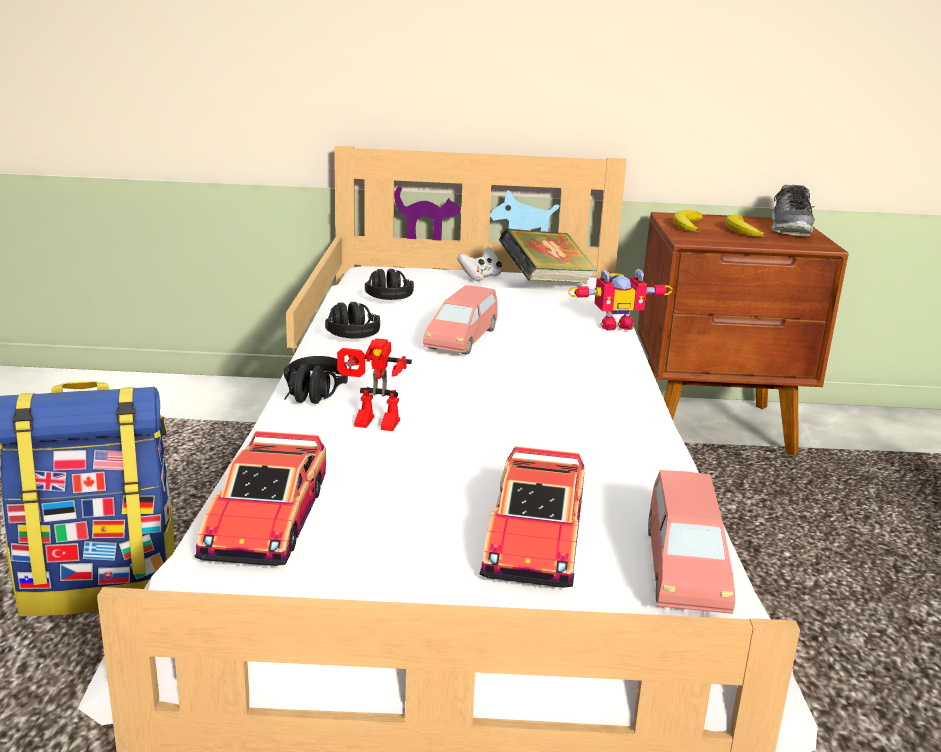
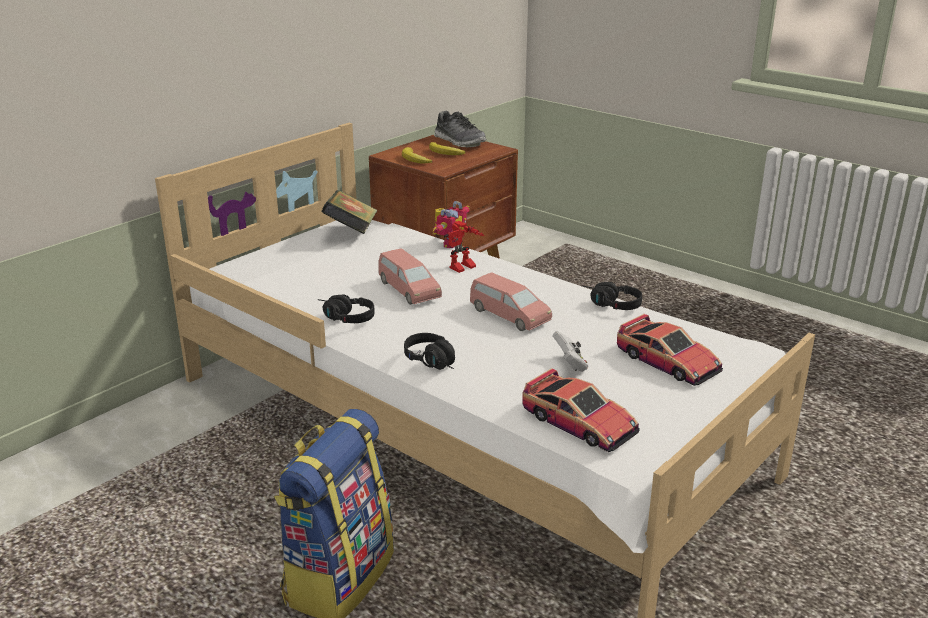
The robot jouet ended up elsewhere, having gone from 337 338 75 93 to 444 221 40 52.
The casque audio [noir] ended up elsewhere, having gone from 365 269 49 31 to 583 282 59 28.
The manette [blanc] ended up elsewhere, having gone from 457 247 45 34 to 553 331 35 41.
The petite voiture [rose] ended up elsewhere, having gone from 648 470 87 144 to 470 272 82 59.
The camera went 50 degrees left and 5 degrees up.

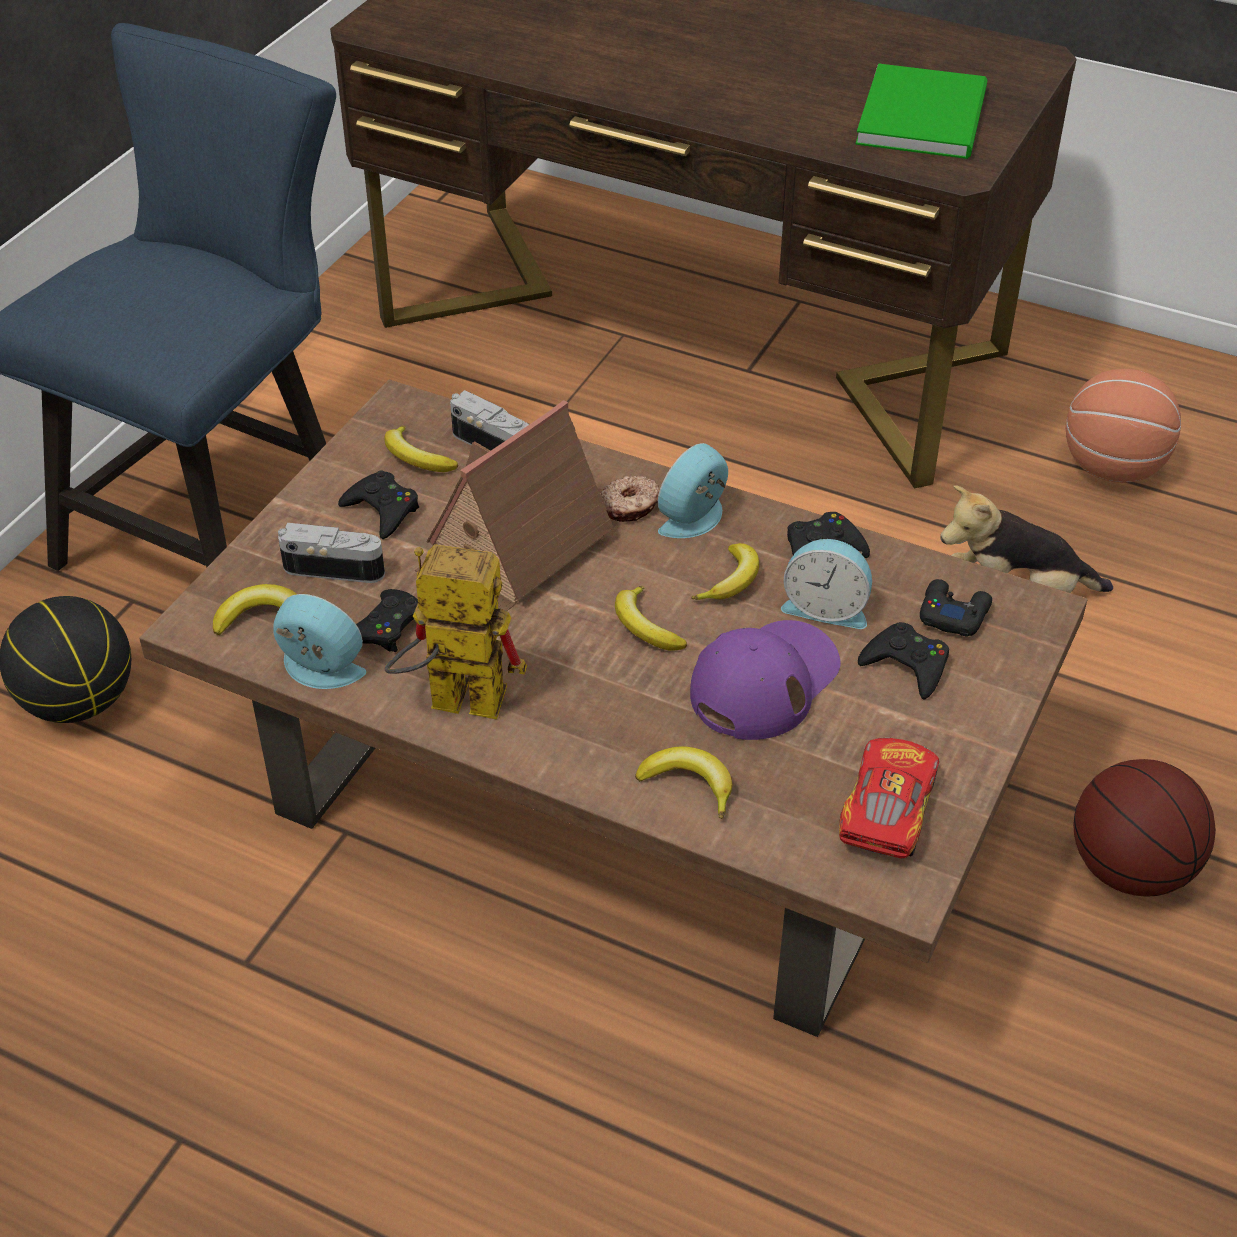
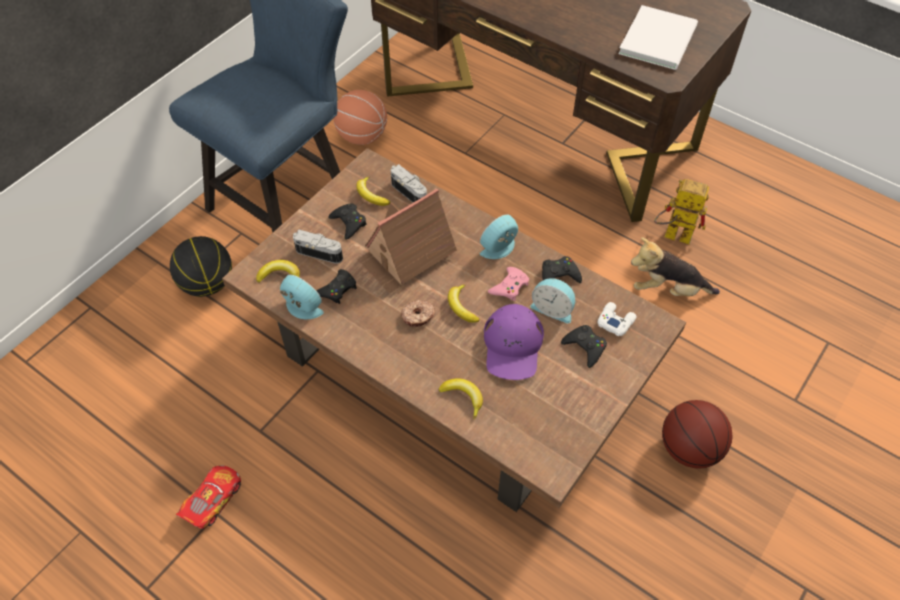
The robot jouet ended up elsewhere, having gone from 385 544 142 176 to 654 179 55 66.
The beignet ended up elsewhere, having gone from 601 476 59 46 to 401 300 34 27.
The casquette [violet] at 690 620 151 120 ended up facing another way, 135 degrees clockwise from before.
Where the banane stood at 692 543 67 57, the manette [rose] came to stand at 488 267 41 34.
The petite voiture ended up elsewhere, having gone from 839 738 100 121 to 176 465 65 64.
What was the livre [vert] at 855 63 132 96 turned into the livre [blanc] at 618 5 80 65.
What was the manette [noir] at 920 579 72 58 turned into the manette [blanc] at 598 302 39 34.
The ballon de basket ended up elsewhere, having gone from 1066 369 115 114 to 333 90 54 55.
The camera went 10 degrees right and 10 degrees up.

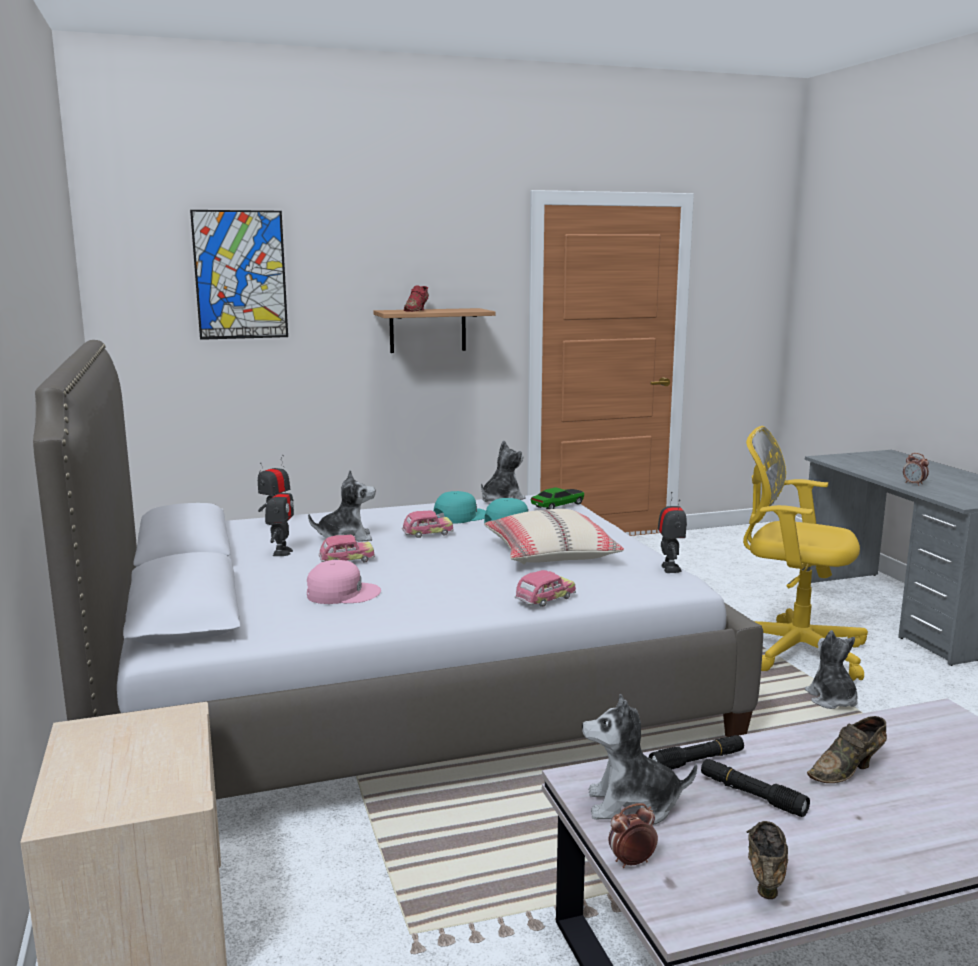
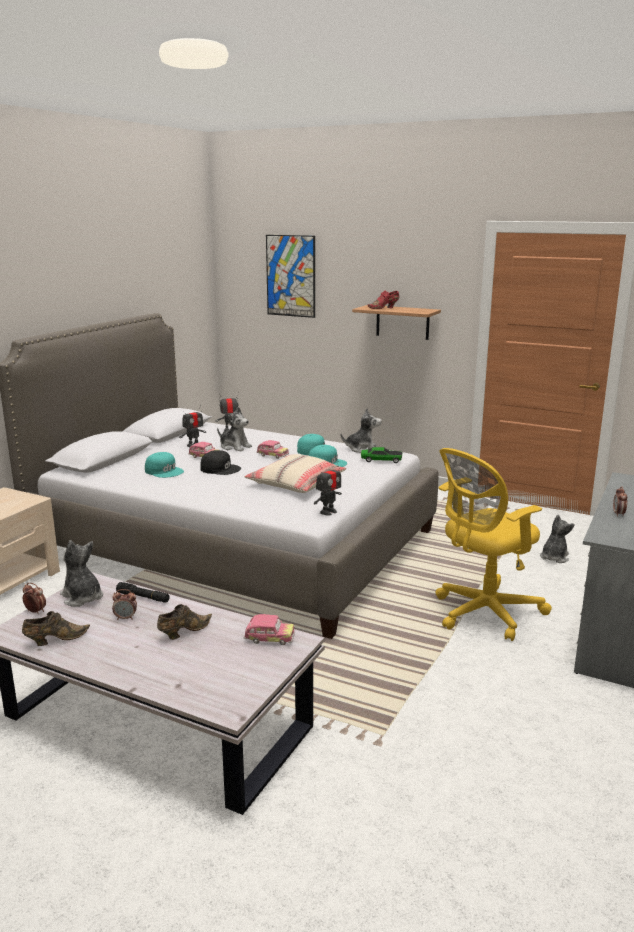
What was the casquette [rose] at 307 560 74 44 turned into the casquette [turquoise] at 145 452 39 26.
The petite voiture ended up elsewhere, having gone from 515 570 61 37 to 244 614 51 31.
Where the lampe de poche [noir] stood at 701 759 109 58, the réveil came to stand at 112 589 25 31.
The chaise de bureau [jaune] at 743 426 125 255 ended up facing another way, 105 degrees counterclockwise from before.
The peluche ended up elsewhere, having gone from 805 630 53 79 to 540 515 35 48.
The chaussure [marron] at 807 716 80 67 ended up facing another way, 120 degrees clockwise from before.
The second view gained the casquette [noir] at 200 450 41 25.
The camera went 45 degrees right and 5 degrees up.

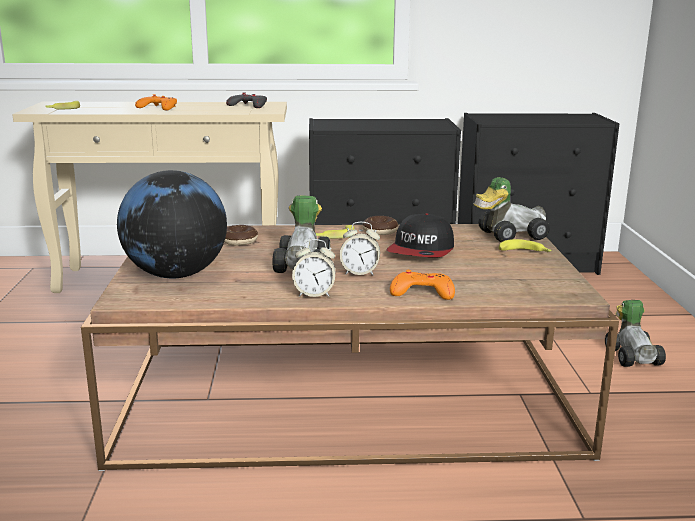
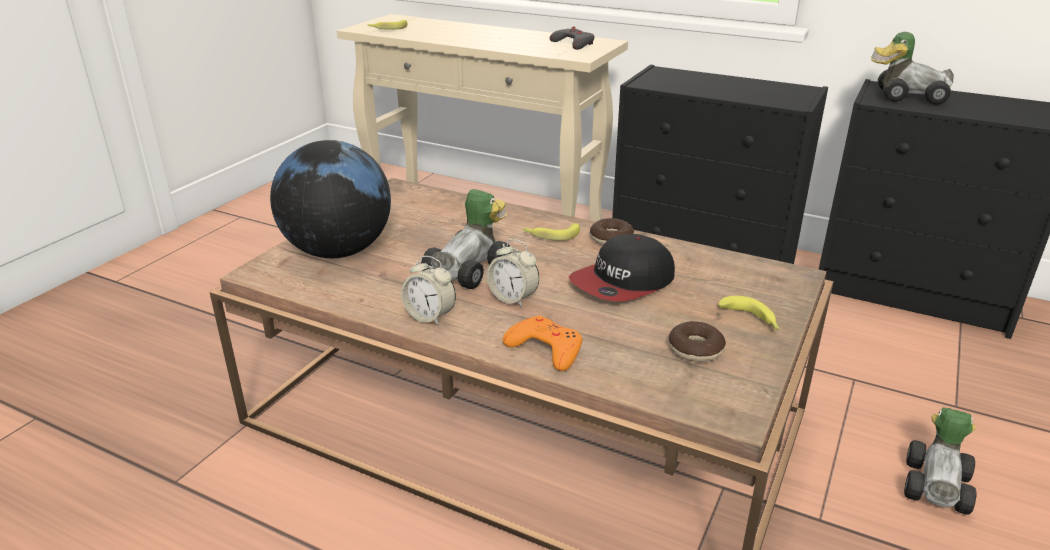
The second view lost the manette [orange] at 135 94 42 17.
The beignet ended up elsewhere, having gone from 224 225 34 21 to 668 321 58 41.
The petite voiture ended up elsewhere, having gone from 473 177 77 65 to 870 32 84 73.
The camera went 30 degrees right and 10 degrees up.

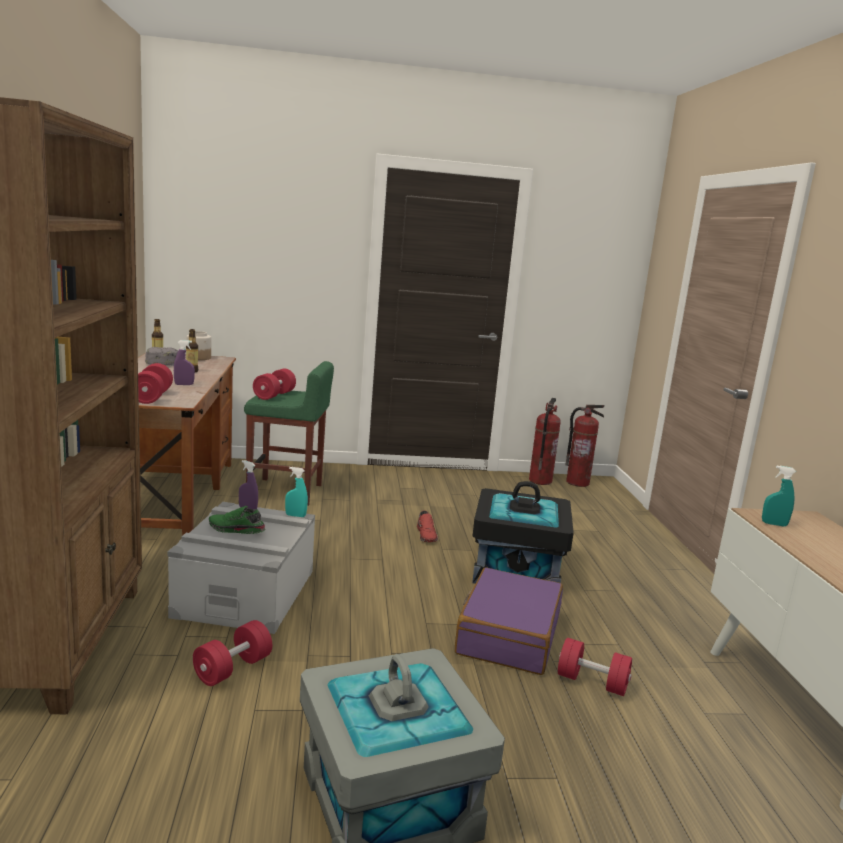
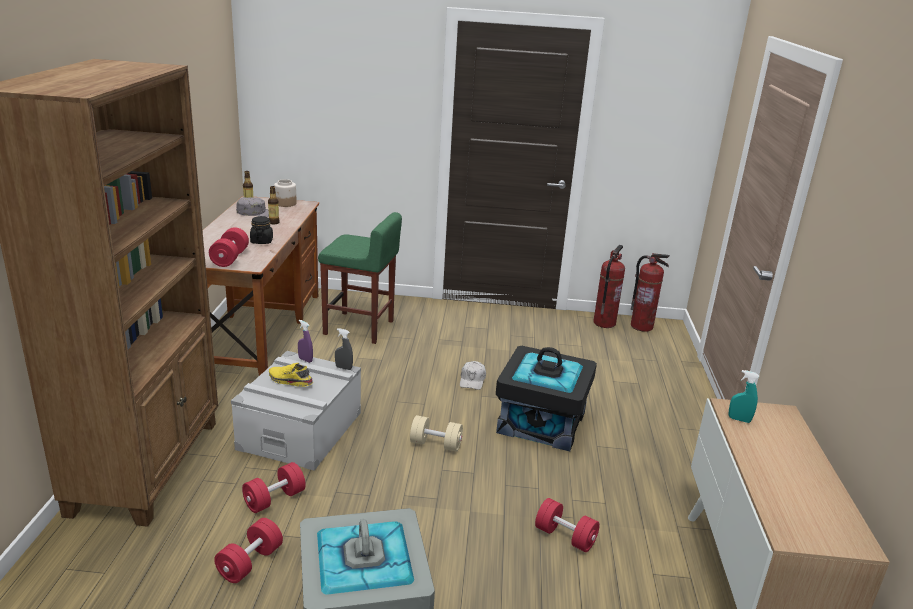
Where the vaporisateur [violet] stood at 174 340 21 45, the bocal [noir] came to stand at 250 216 23 28.
What was the chaussure [vert] at 209 506 57 28 turned into the chaussure [jaune] at 269 363 44 24.
The haltère [rouge] ended up elsewhere, having gone from 253 369 43 31 to 214 518 69 65.
What was the vaporisateur [turquoise] at 285 467 23 50 turned into the vaporisateur [gris] at 335 328 18 42.
Where the chaussure [rouge] stood at 417 510 21 32, the casquette [blanc] came to stand at 460 361 26 29.
The second view lost the valise [violet] at 455 567 108 108.
The second view gained the haltère [beige] at 410 415 53 37.
The camera went 10 degrees right and 10 degrees up.

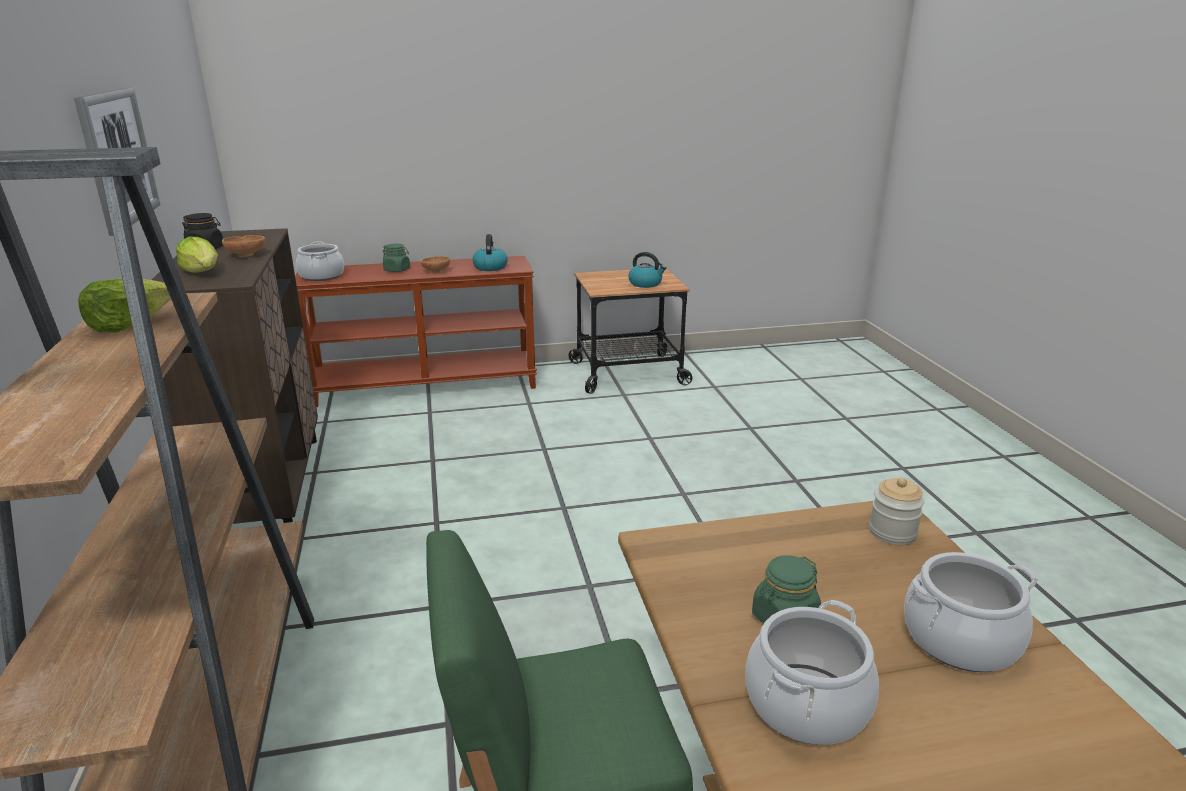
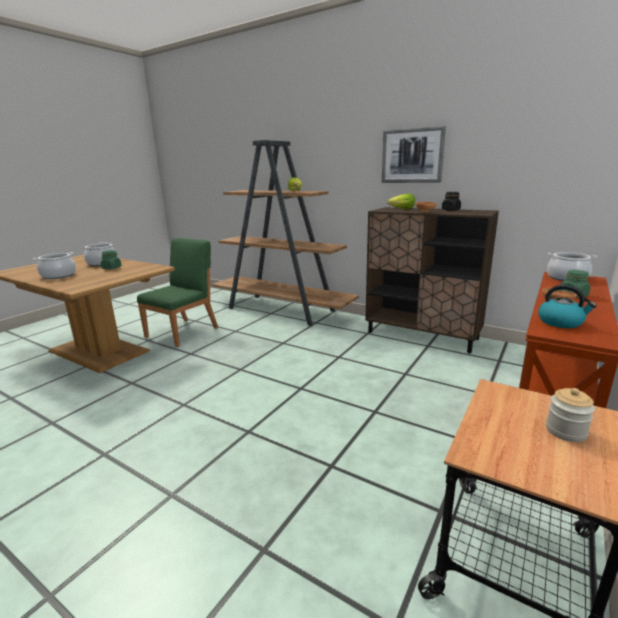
The second view lost the bouilloire at 628 252 38 36.
The bocal ended up elsewhere, having gone from 869 478 56 67 to 546 388 49 54.
The camera went 135 degrees right and 5 degrees down.

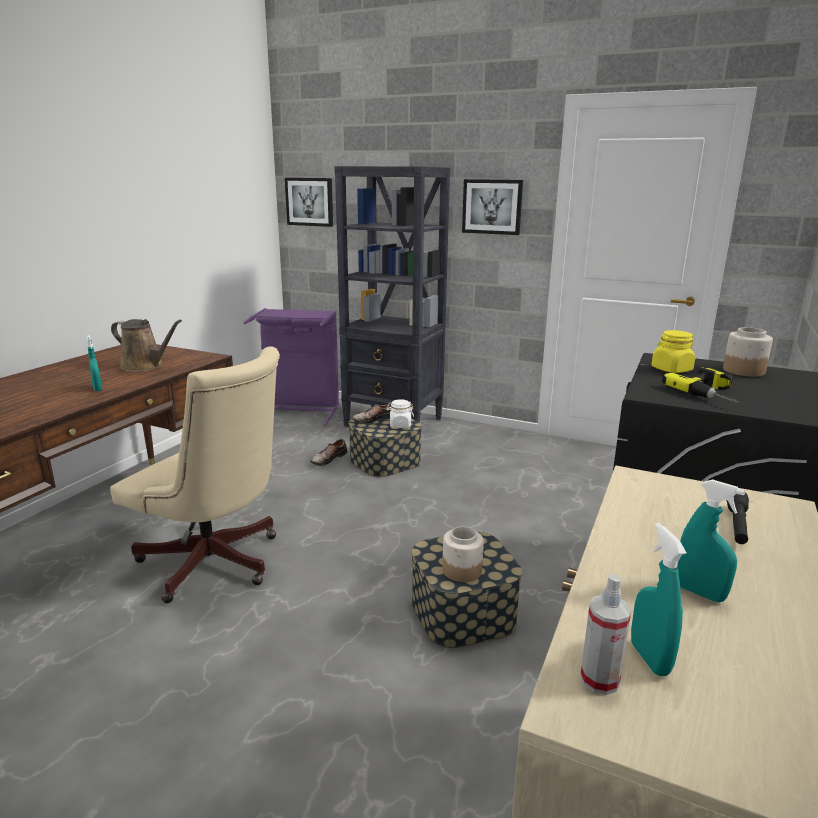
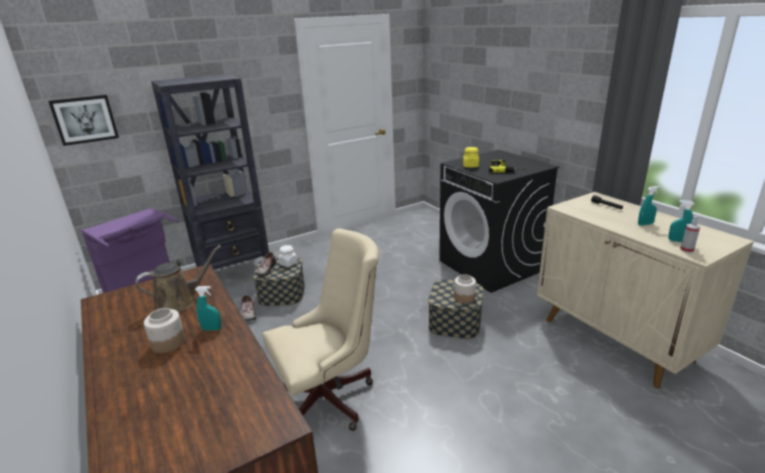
The second view lost the tableau at 462 179 61 56.
The bocal ended up elsewhere, having gone from 723 327 50 50 to 144 308 42 45.
The camera went 55 degrees left and 5 degrees up.

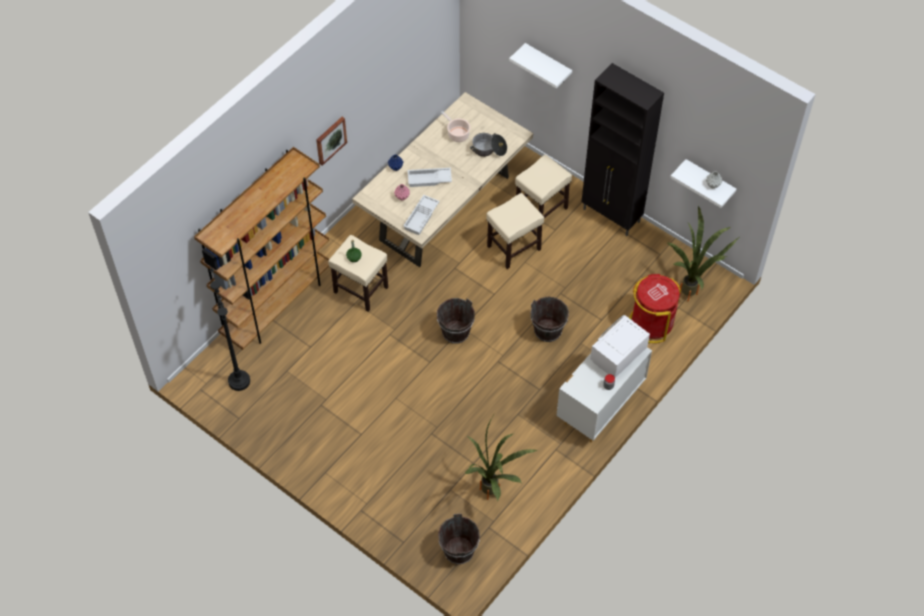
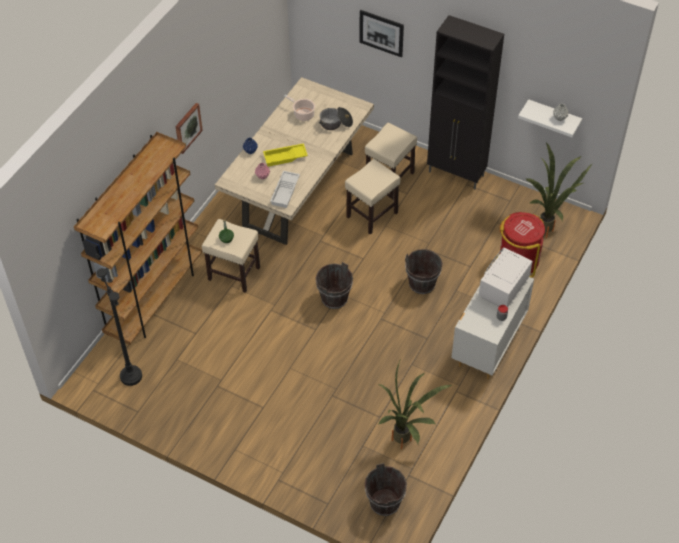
What was the plateau [blanc] at 408 168 44 19 turned into the plateau [jaune] at 263 143 45 24.
Where the étagère [blanc] hung at 509 43 63 45, the tableau came to hang at 359 10 45 48.
The camera went 10 degrees left and 5 degrees down.

